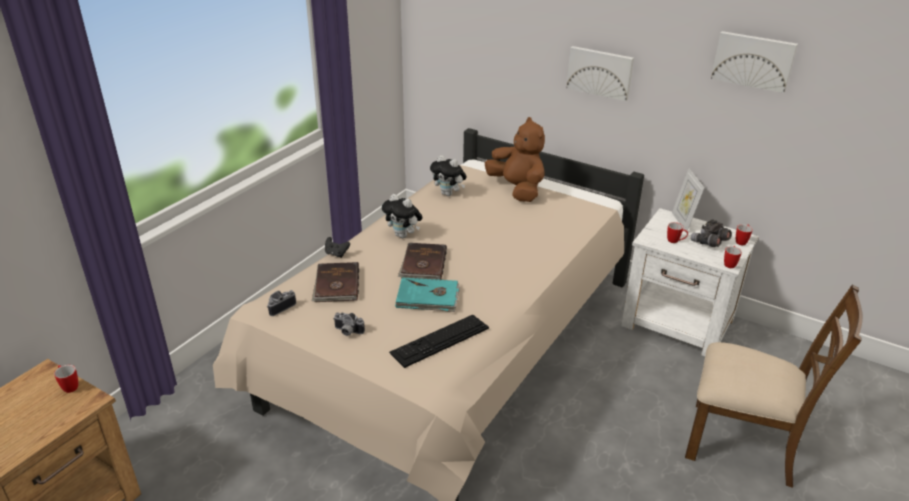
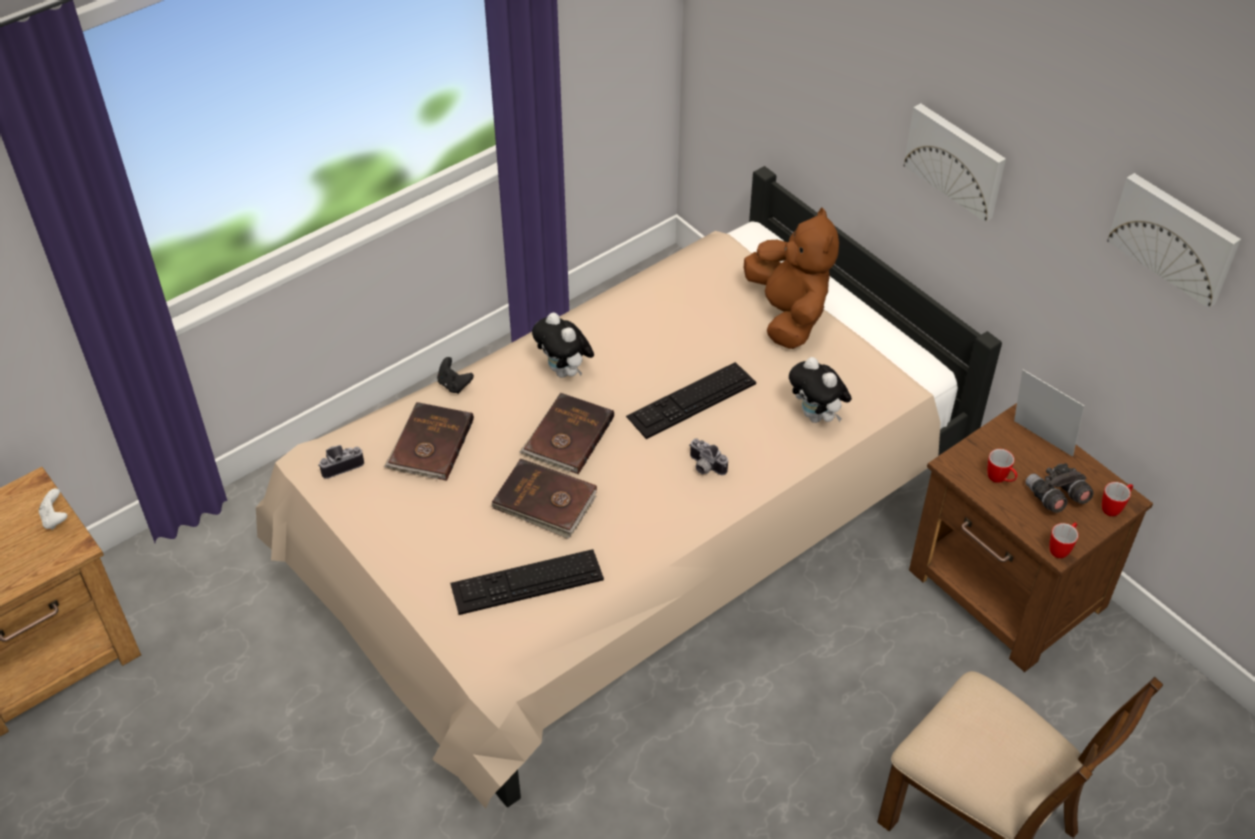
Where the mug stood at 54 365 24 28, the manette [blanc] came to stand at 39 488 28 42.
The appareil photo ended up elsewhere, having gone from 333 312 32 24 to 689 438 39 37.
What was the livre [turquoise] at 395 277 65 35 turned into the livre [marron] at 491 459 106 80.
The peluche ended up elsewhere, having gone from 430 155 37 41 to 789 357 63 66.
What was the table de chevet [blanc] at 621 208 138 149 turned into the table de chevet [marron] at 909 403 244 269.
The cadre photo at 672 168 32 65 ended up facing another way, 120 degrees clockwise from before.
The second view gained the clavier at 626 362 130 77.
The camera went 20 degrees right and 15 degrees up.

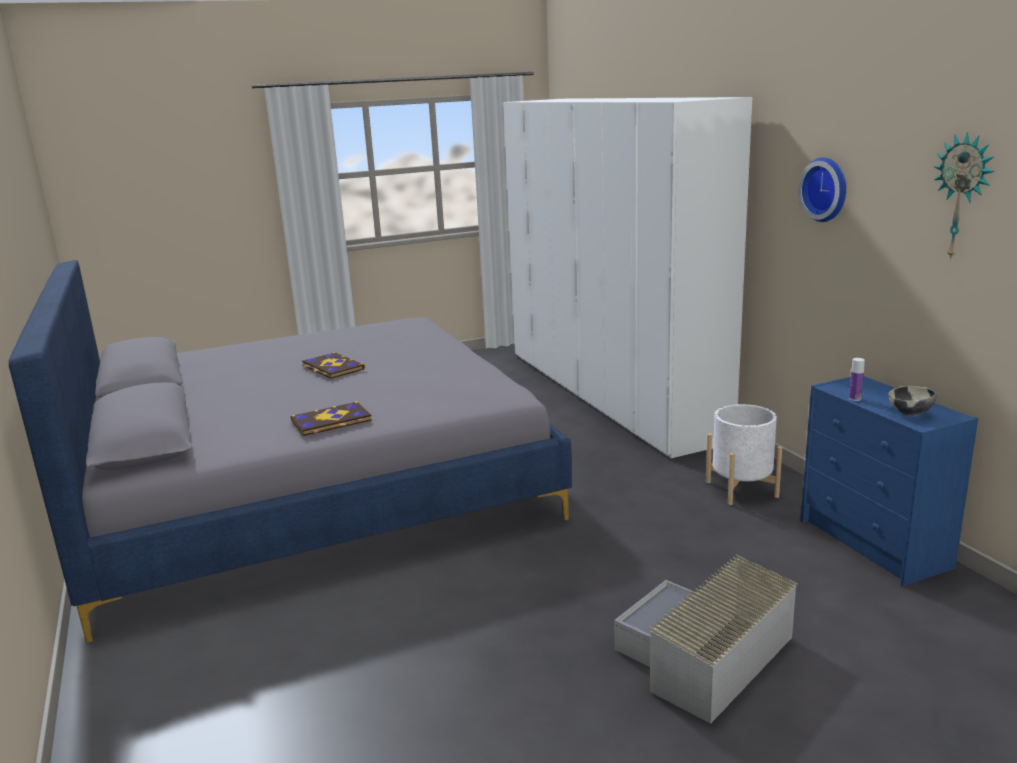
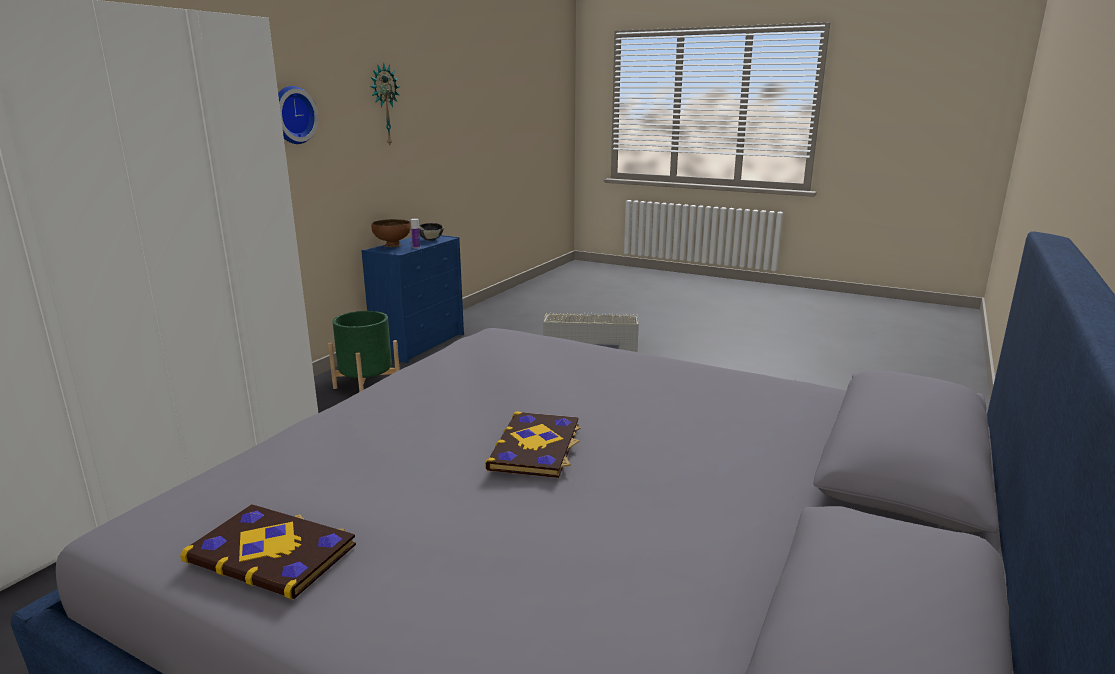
The livre ended up elsewhere, having gone from 291 401 81 35 to 180 504 176 96.
What was the cache-pot [blanc] at 706 404 76 101 turned into the cache-pot [vert] at 328 311 72 81.
The second view gained the bol [marron] at 371 219 40 28.
The camera went 130 degrees left and 0 degrees up.

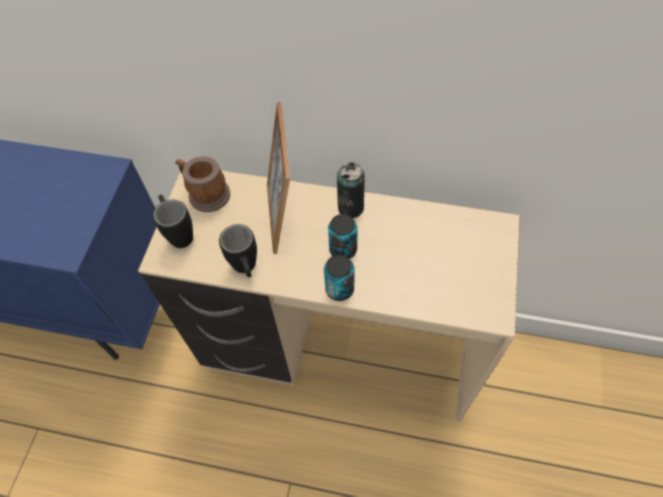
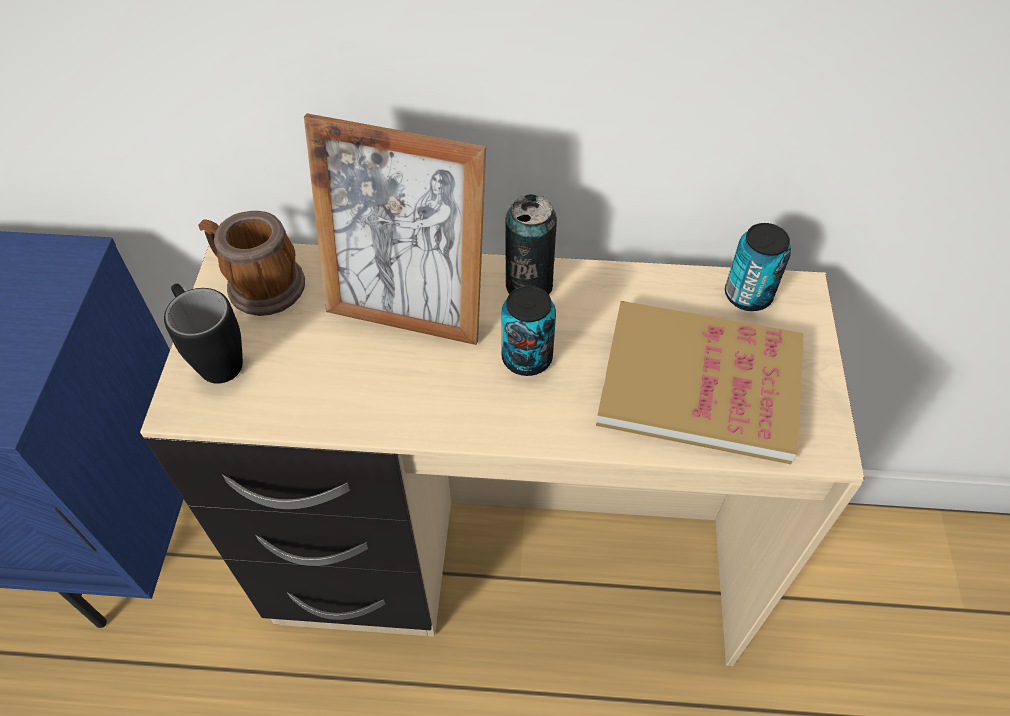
The second view lost the mug [noir] at 219 224 38 53.
The cadre photo at 267 102 23 152 ended up facing another way, 60 degrees counterclockwise from before.
The boîte métallique ended up elsewhere, having gone from 324 255 31 46 to 725 223 66 88.
The second view gained the livre at 596 301 208 163.
The camera went 10 degrees left and 5 degrees down.

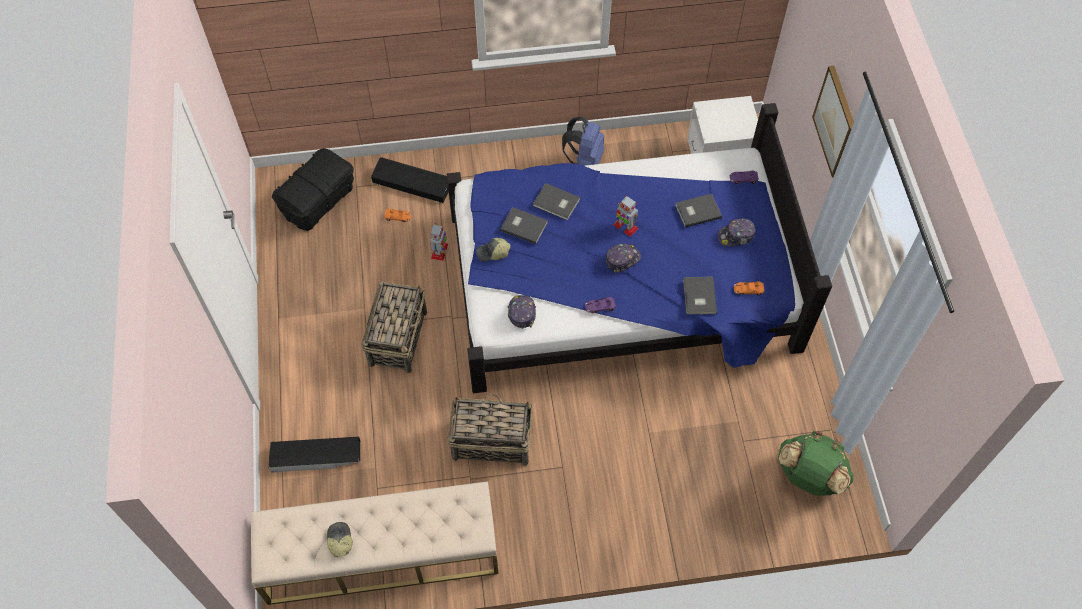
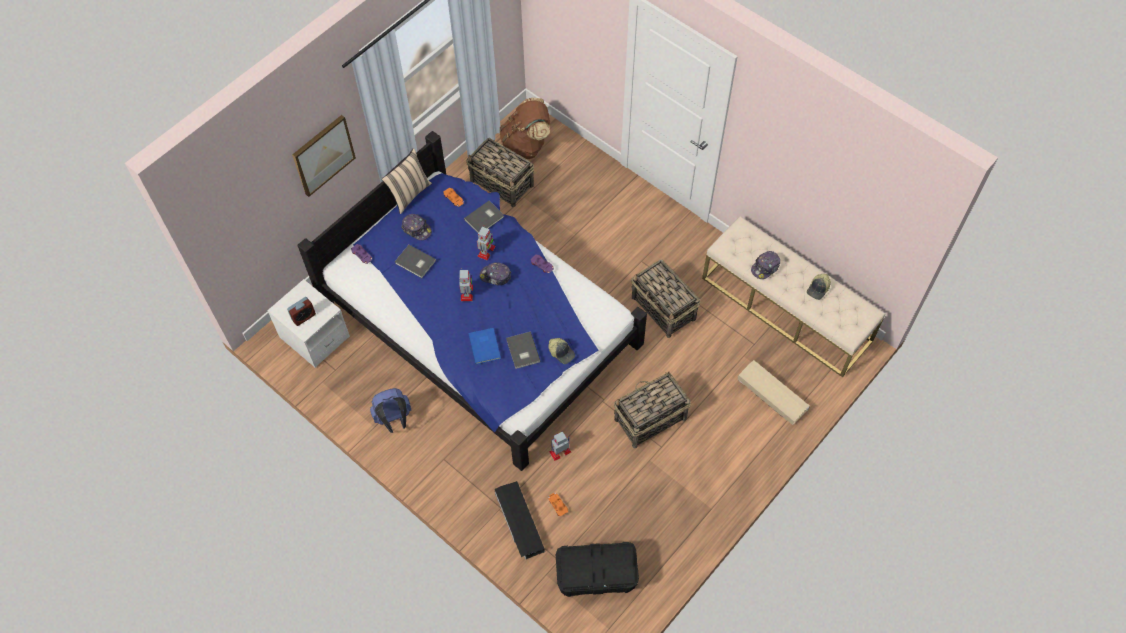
What was the boîte de rangement [noir] at 268 437 92 36 turned into the boîte de rangement [beige] at 737 360 73 65.
The casquette ended up elsewhere, having gone from 508 295 28 34 to 751 251 29 28.
What was the livre [gris] at 533 183 47 37 turned into the livre [bleu] at 469 328 32 36.
What was the sac à dos [vert] at 778 431 76 65 turned into the sac à dos [marron] at 499 98 51 61.
The second view gained the réveil at 287 297 29 29.
The second view gained the coussin [beige] at 382 148 50 66.
The second view gained the panier at 466 138 68 69.
The second view gained the robot jouet at 477 225 18 35.
The camera went 130 degrees left and 0 degrees up.

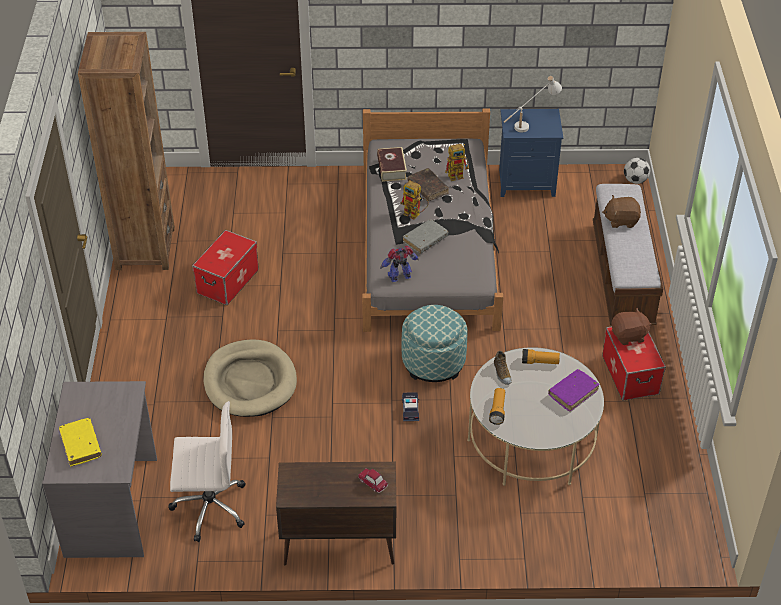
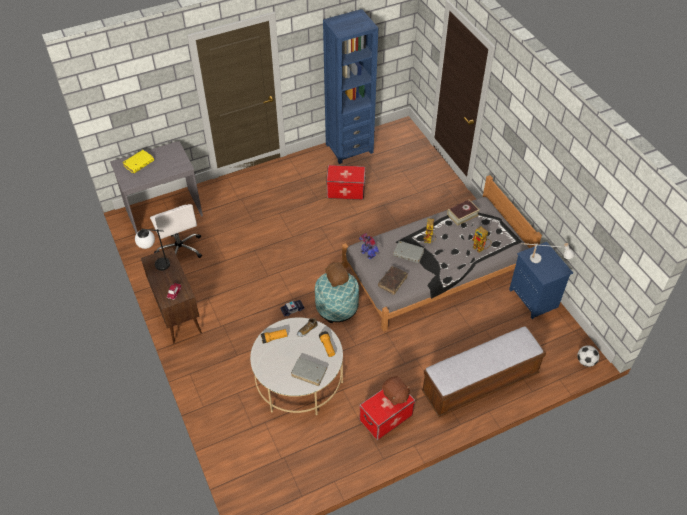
What was the bibliothèque [marron] at 78 32 97 238 turned into the bibliothèque [bleu] at 323 9 55 155.
The second view lost the panier pour chien [beige] at 203 339 94 78.
The livre [marron] ended up elsewhere, having gone from 408 168 41 33 to 378 266 30 29.
What was the livre [violet] at 548 369 52 43 turned into the livre [gris] at 291 357 36 29.
The peluche [marron] ended up elsewhere, having gone from 602 195 39 33 to 324 262 25 25.
The second view gained the lampe de table at 135 229 35 42.
The camera went 65 degrees right and 5 degrees up.

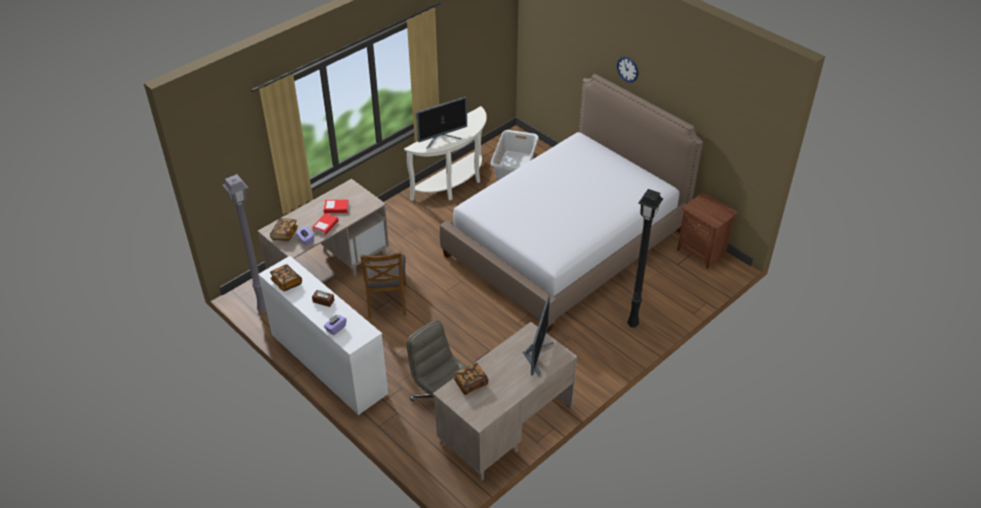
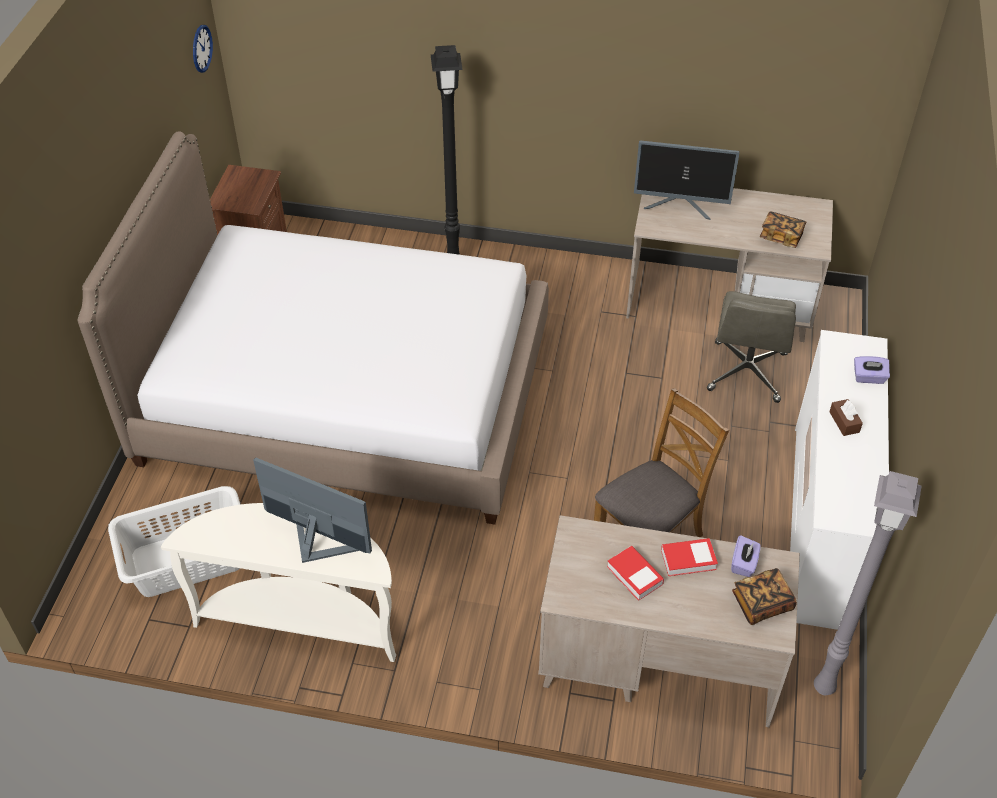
The second view lost the livre at 270 264 32 27.
The écran d'ordinateur at 523 295 31 81 ended up facing another way, 150 degrees counterclockwise from before.
The horloge murale ended up elsewhere, having gone from 617 57 21 25 to 193 25 20 48.
The camera went 125 degrees left and 5 degrees up.

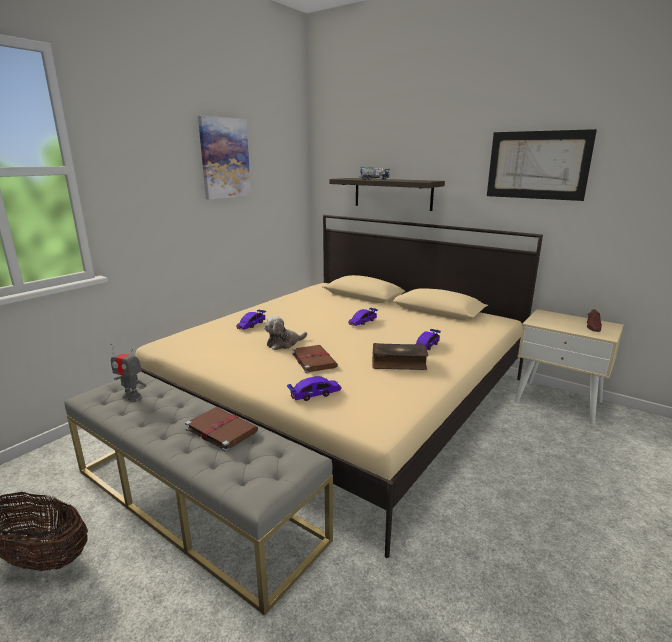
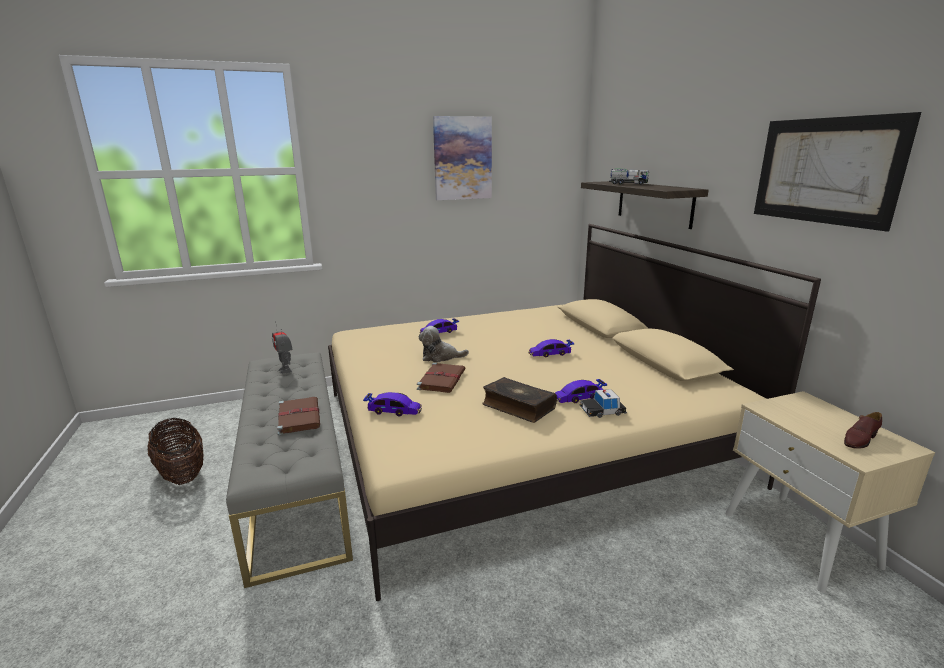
The second view gained the petite voiture at 579 389 48 29.
The camera went 35 degrees right and 0 degrees up.

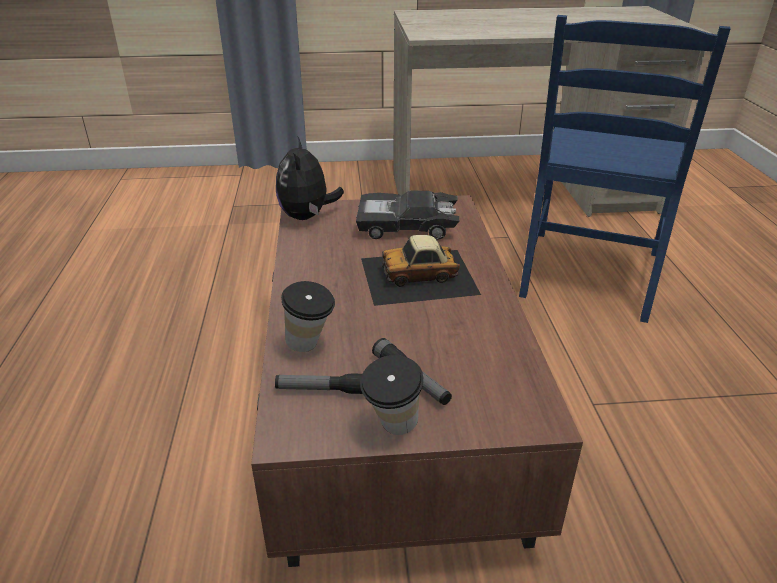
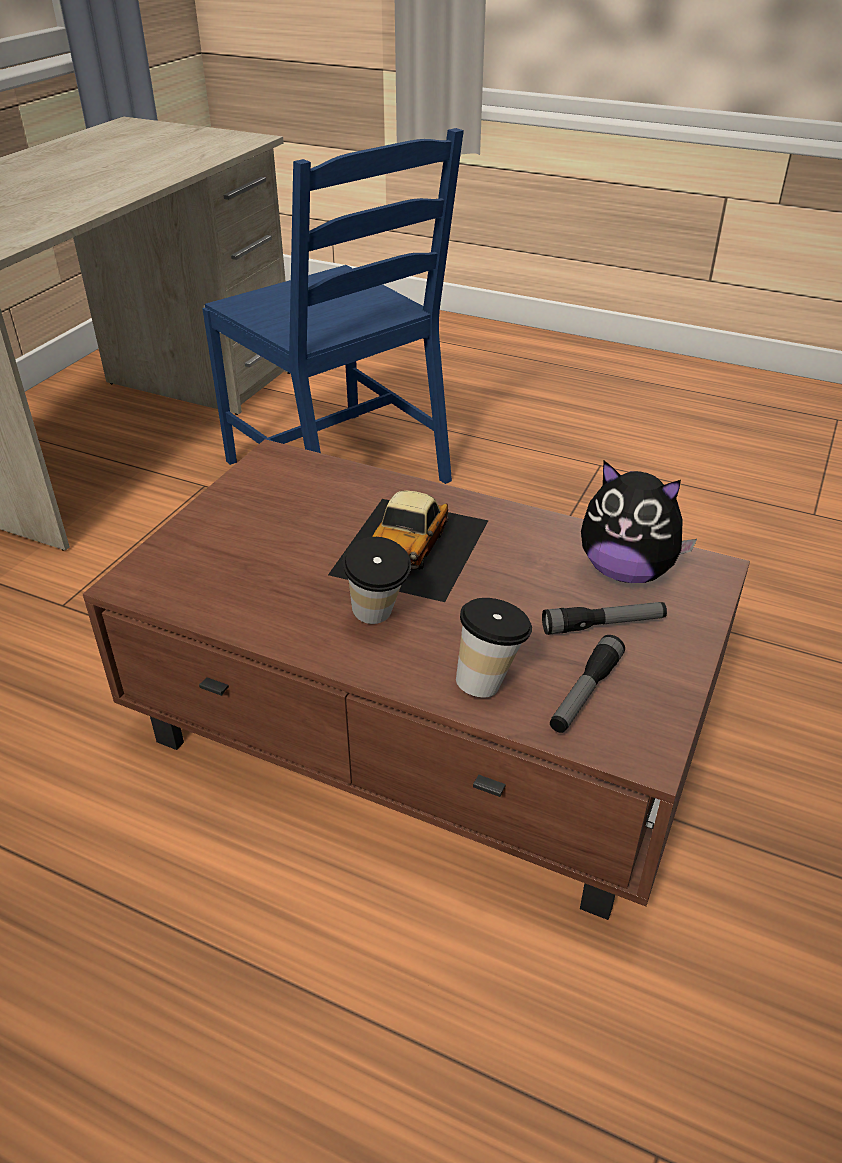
The peluche ended up elsewhere, having gone from 276 136 68 84 to 581 460 116 123.
The second view lost the petite voiture [noir] at 356 190 103 50.
The tasse ended up elsewhere, having gone from 360 355 63 80 to 343 537 68 87.
The camera went 60 degrees left and 5 degrees up.

